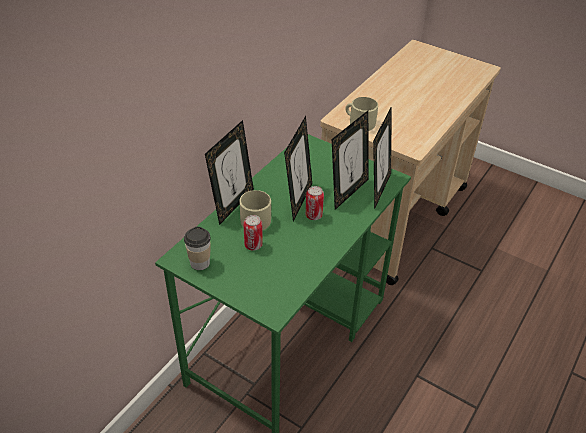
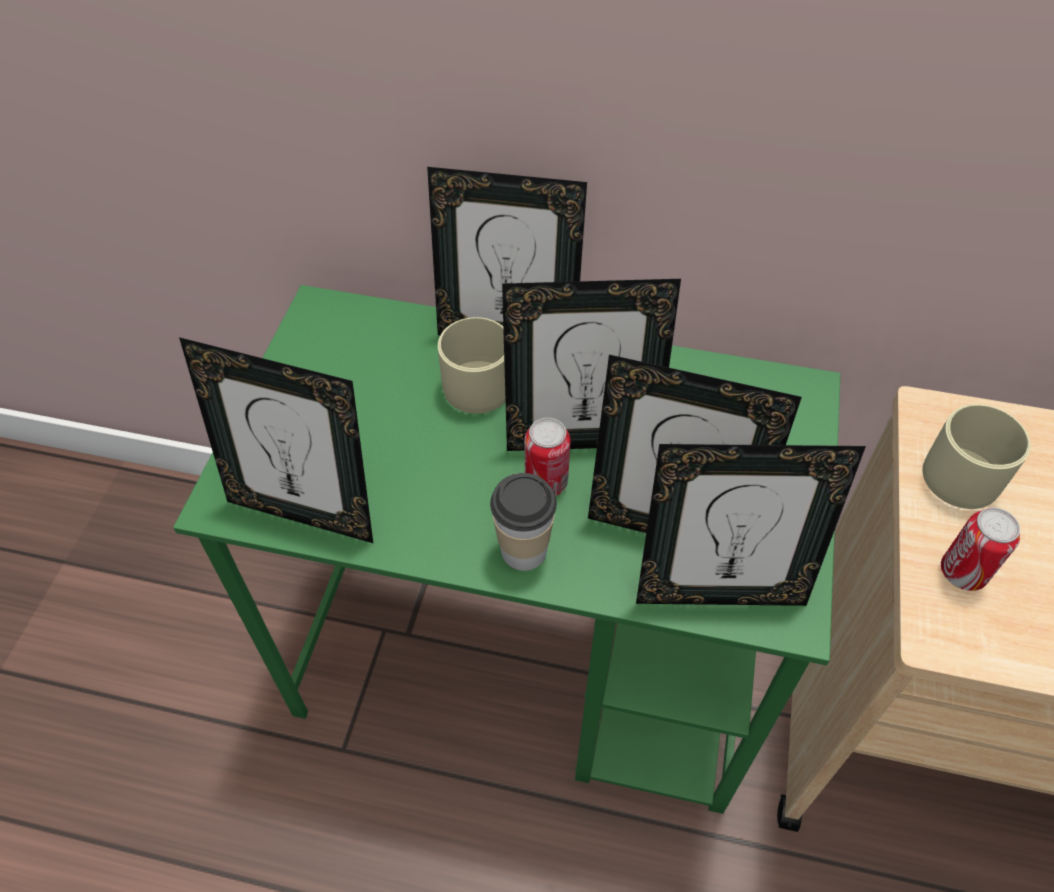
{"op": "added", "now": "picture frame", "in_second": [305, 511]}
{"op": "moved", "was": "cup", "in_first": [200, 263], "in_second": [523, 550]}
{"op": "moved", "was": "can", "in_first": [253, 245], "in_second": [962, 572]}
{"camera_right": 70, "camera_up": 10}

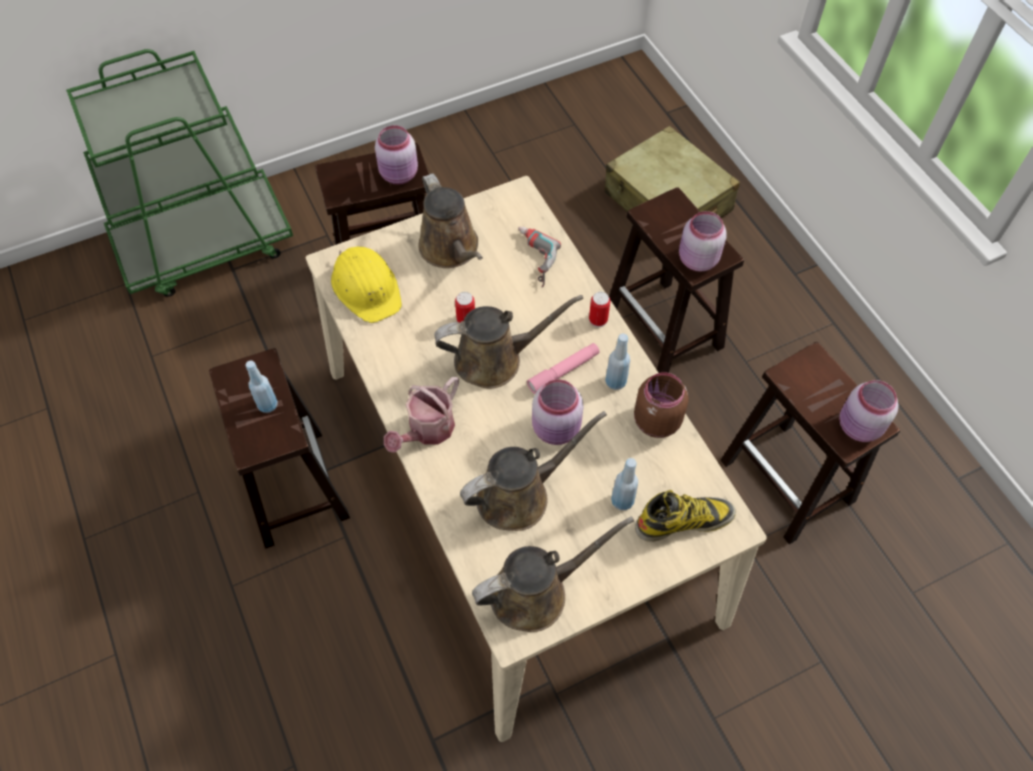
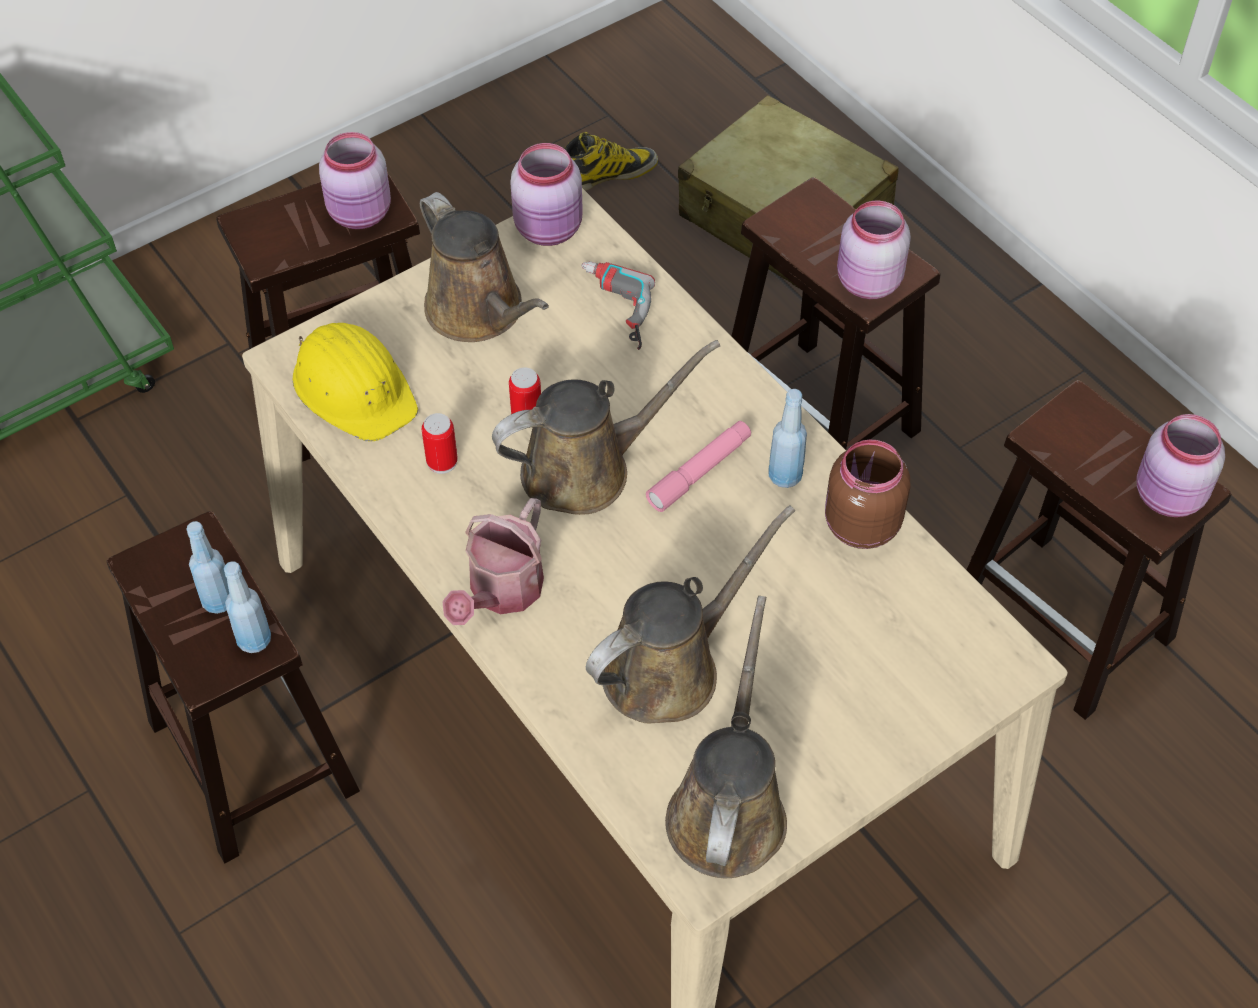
{"op": "moved", "was": "blue bottle", "in_first": [622, 501], "in_second": [254, 640]}
{"op": "moved", "was": "can", "in_first": [598, 320], "in_second": [442, 462]}
{"op": "moved", "was": "pink jar", "in_first": [557, 429], "in_second": [550, 229]}
{"op": "moved", "was": "boot", "in_first": [684, 520], "in_second": [608, 174]}
{"op": "turned", "was": "brown watering can", "in_first": [536, 592], "in_second": [728, 808], "clockwise": -45}
{"camera_right": -10, "camera_up": -5}

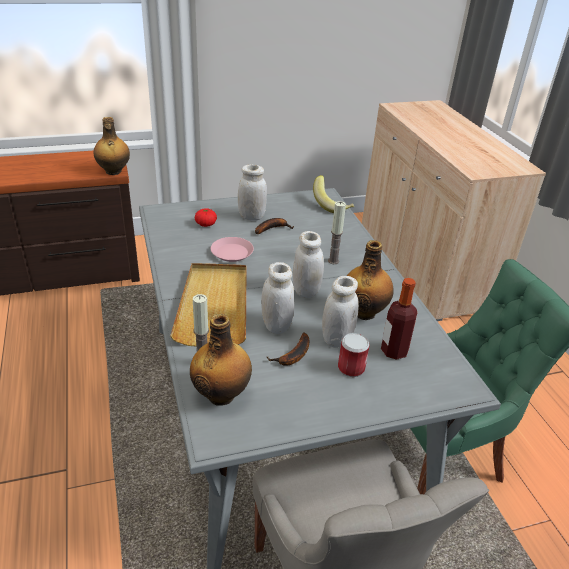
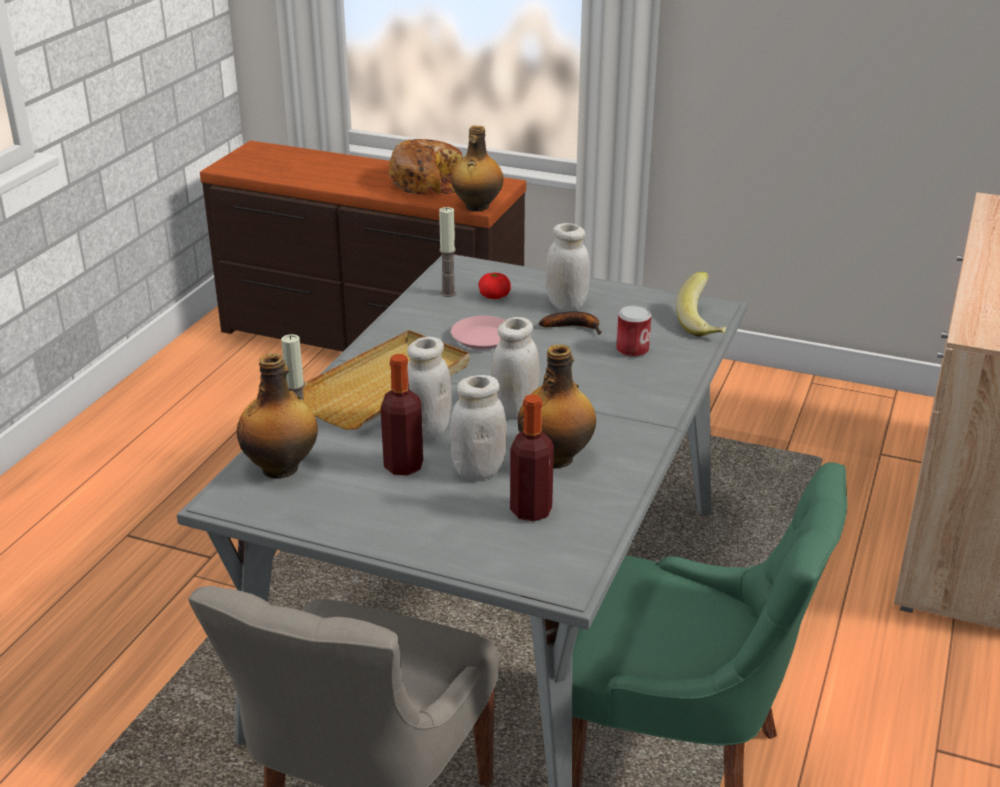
{"op": "replaced", "was": "banana", "now": "bottle", "in_first": [293, 356], "in_second": [403, 466]}
{"op": "added", "now": "bread", "in_second": [429, 182]}
{"op": "moved", "was": "candle", "in_first": [333, 261], "in_second": [448, 293]}
{"op": "moved", "was": "can", "in_first": [351, 368], "in_second": [632, 350]}
{"camera_right": 40, "camera_up": -5}

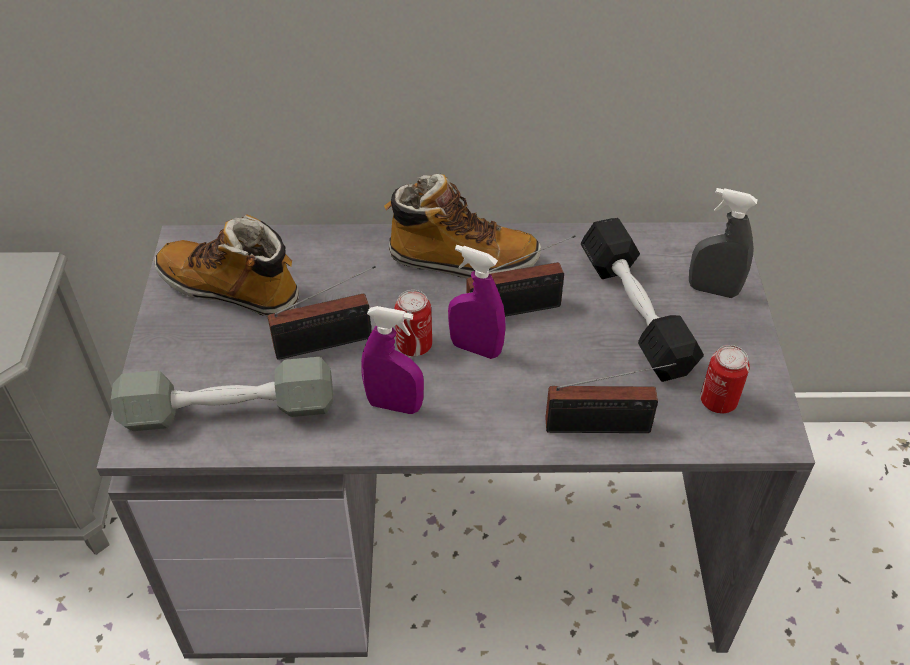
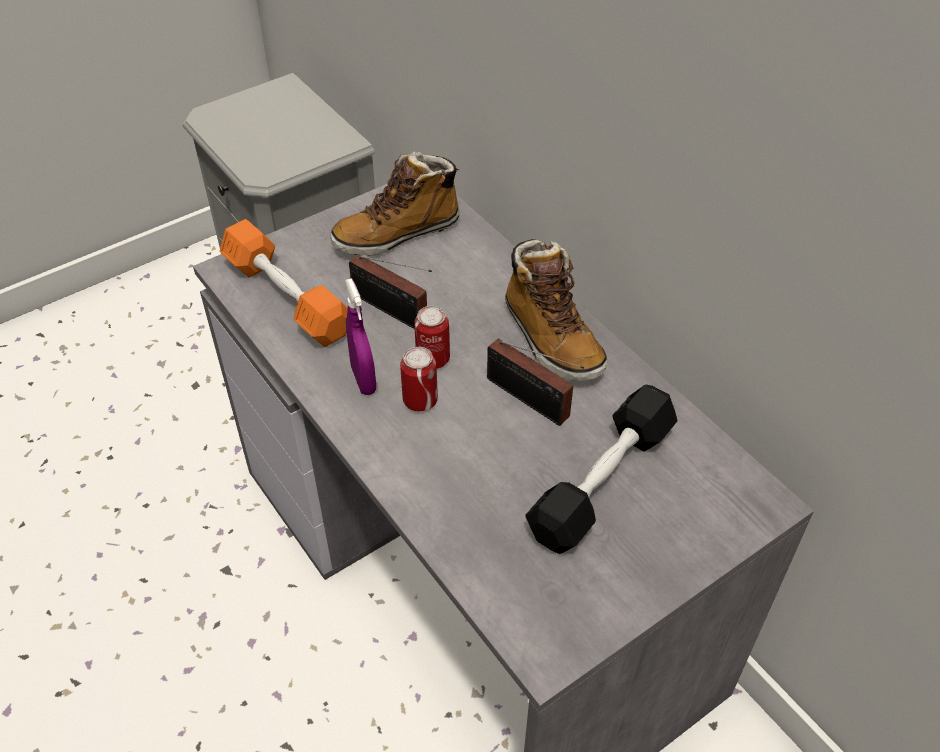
{"op": "recoloured", "was": "grey dumbbell", "now": "orange dumbbell", "in_first": [229, 411], "in_second": [287, 297]}
{"op": "turned", "was": "boot", "in_first": [231, 289], "in_second": [397, 233], "clockwise": -105}
{"op": "moved", "was": "can", "in_first": [718, 401], "in_second": [420, 400]}
{"op": "removed", "was": "purple spray bottle", "in_first": [475, 348]}
{"op": "removed", "was": "radio", "in_first": [603, 427]}
{"op": "removed", "was": "grey spray bottle", "in_first": [713, 290]}
{"camera_right": 55, "camera_up": 0}

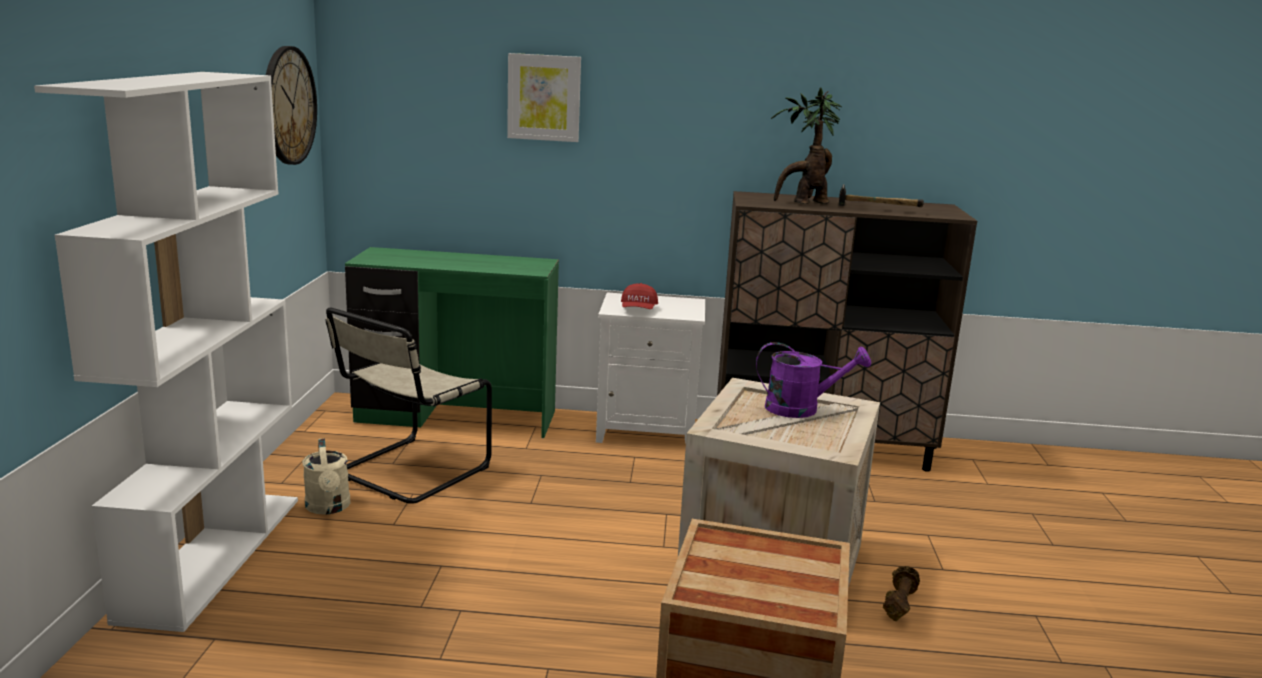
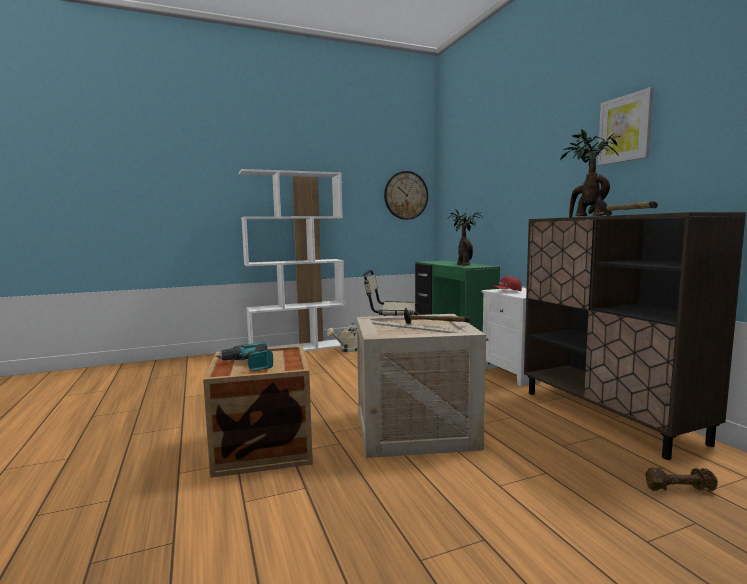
{"op": "added", "now": "power drill", "in_second": [248, 364]}
{"op": "replaced", "was": "purple watering can", "now": "hammer", "in_first": [801, 409], "in_second": [434, 325]}
{"op": "added", "now": "potted plant", "in_second": [463, 265]}
{"op": "moved", "was": "picture", "in_first": [544, 97], "in_second": [625, 129]}
{"op": "moved", "was": "brown dumbbell", "in_first": [899, 603], "in_second": [679, 489]}
{"camera_right": 65, "camera_up": -10}

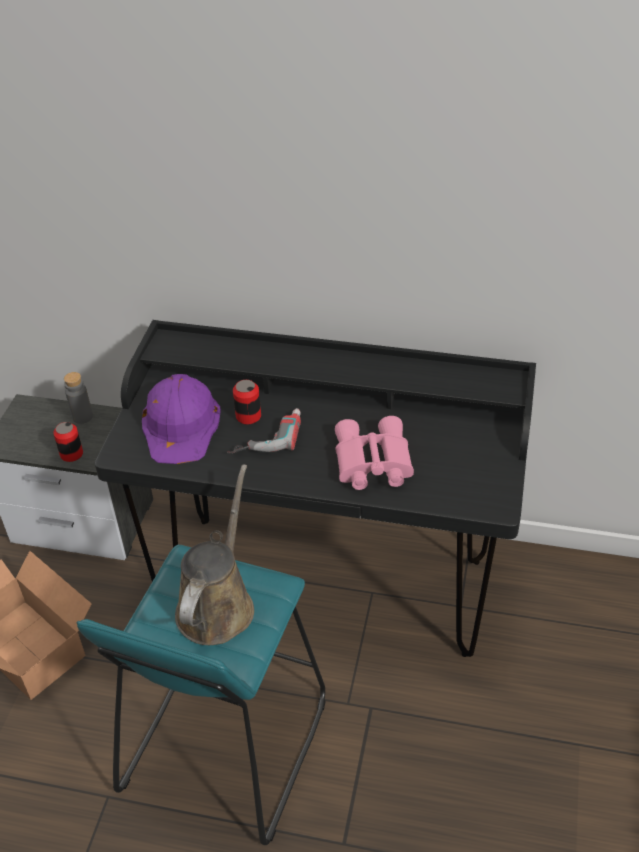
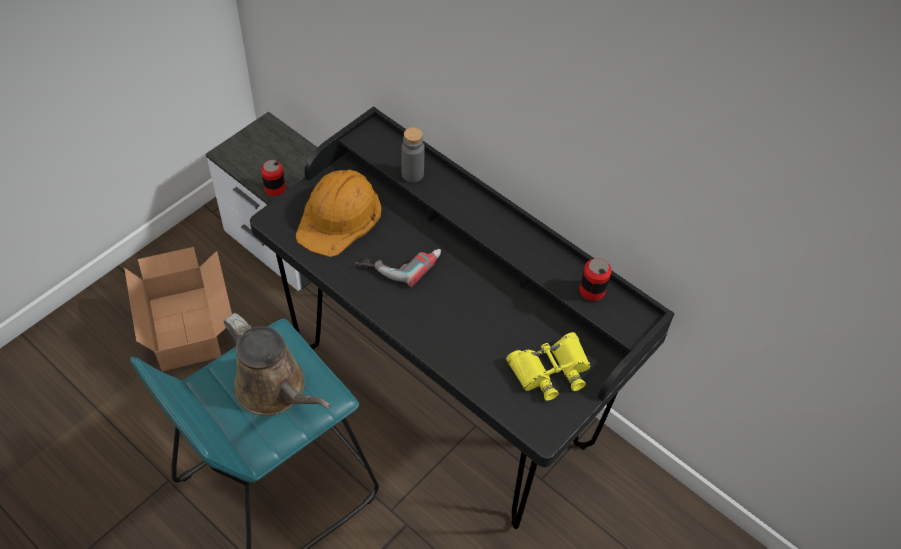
{"op": "turned", "was": "brown watering can", "in_first": [218, 604], "in_second": [275, 389], "clockwise": 90}
{"op": "recoloured", "was": "purple hard hat", "now": "orange hard hat", "in_first": [181, 425], "in_second": [339, 216]}
{"op": "moved", "was": "grey bottle", "in_first": [82, 417], "in_second": [412, 174]}
{"op": "added", "now": "yellow binoculars", "in_second": [550, 370]}
{"op": "moved", "was": "can", "in_first": [248, 416], "in_second": [592, 290]}
{"op": "removed", "was": "pink binoculars", "in_first": [371, 463]}
{"camera_right": 25, "camera_up": 10}

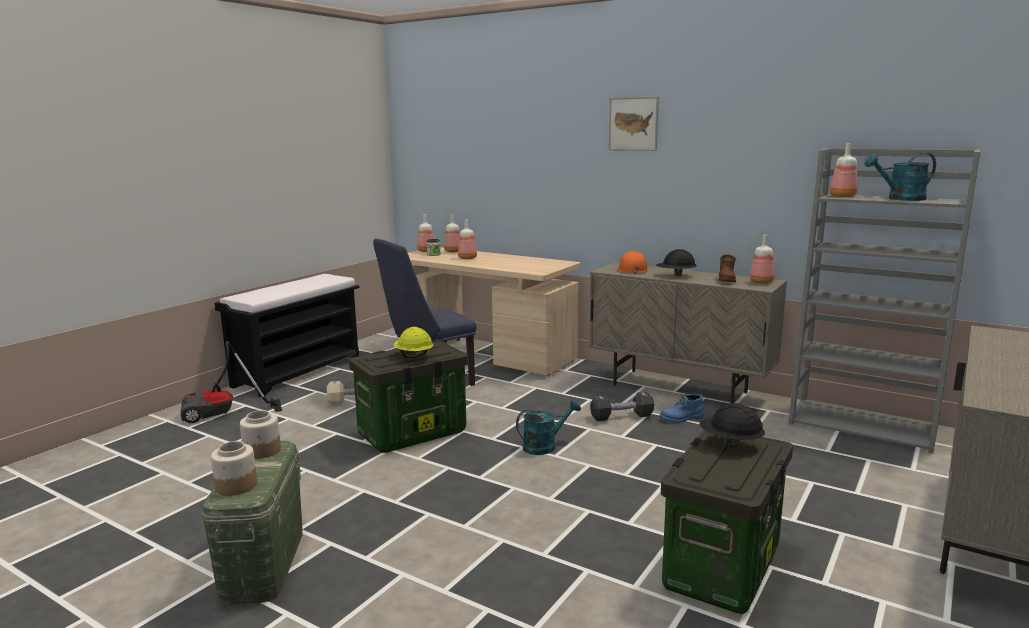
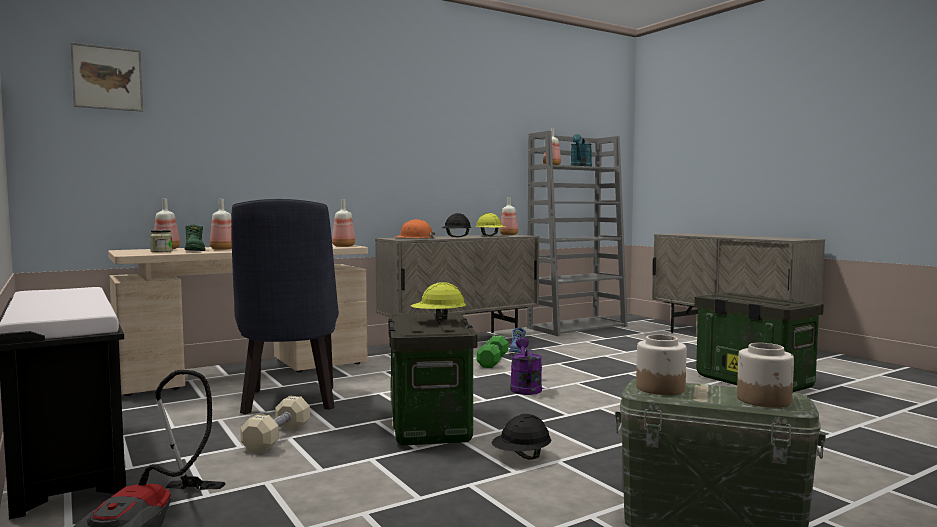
{"op": "moved", "was": "picture", "in_first": [633, 124], "in_second": [107, 78]}
{"op": "added", "now": "green boot", "in_second": [195, 250]}
{"op": "moved", "was": "bottle", "in_first": [426, 251], "in_second": [342, 246]}
{"op": "replaced", "was": "brown boot", "now": "yellow hard hat", "in_first": [727, 280], "in_second": [491, 235]}
{"op": "recoloured", "was": "black dumbbell", "now": "green dumbbell", "in_first": [621, 416], "in_second": [492, 361]}
{"op": "moved", "was": "black hard hat", "in_first": [730, 443], "in_second": [521, 457]}
{"op": "recoloured", "was": "turquoise watering can", "now": "purple watering can", "in_first": [545, 446], "in_second": [524, 388]}
{"camera_right": -65, "camera_up": -10}

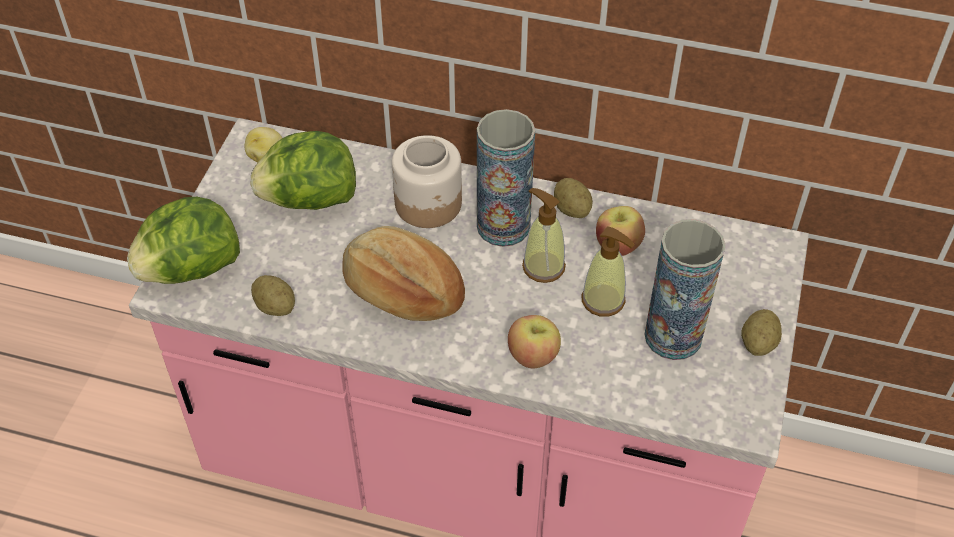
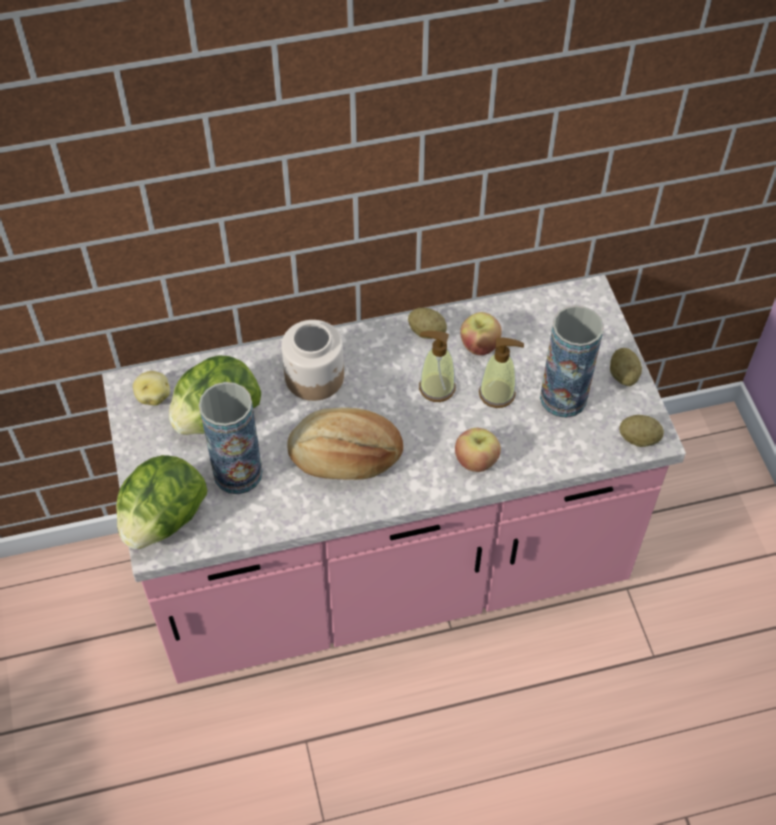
{"op": "moved", "was": "vase", "in_first": [503, 226], "in_second": [238, 473]}
{"op": "moved", "was": "potato", "in_first": [275, 307], "in_second": [638, 439]}
{"camera_right": -30, "camera_up": 5}

